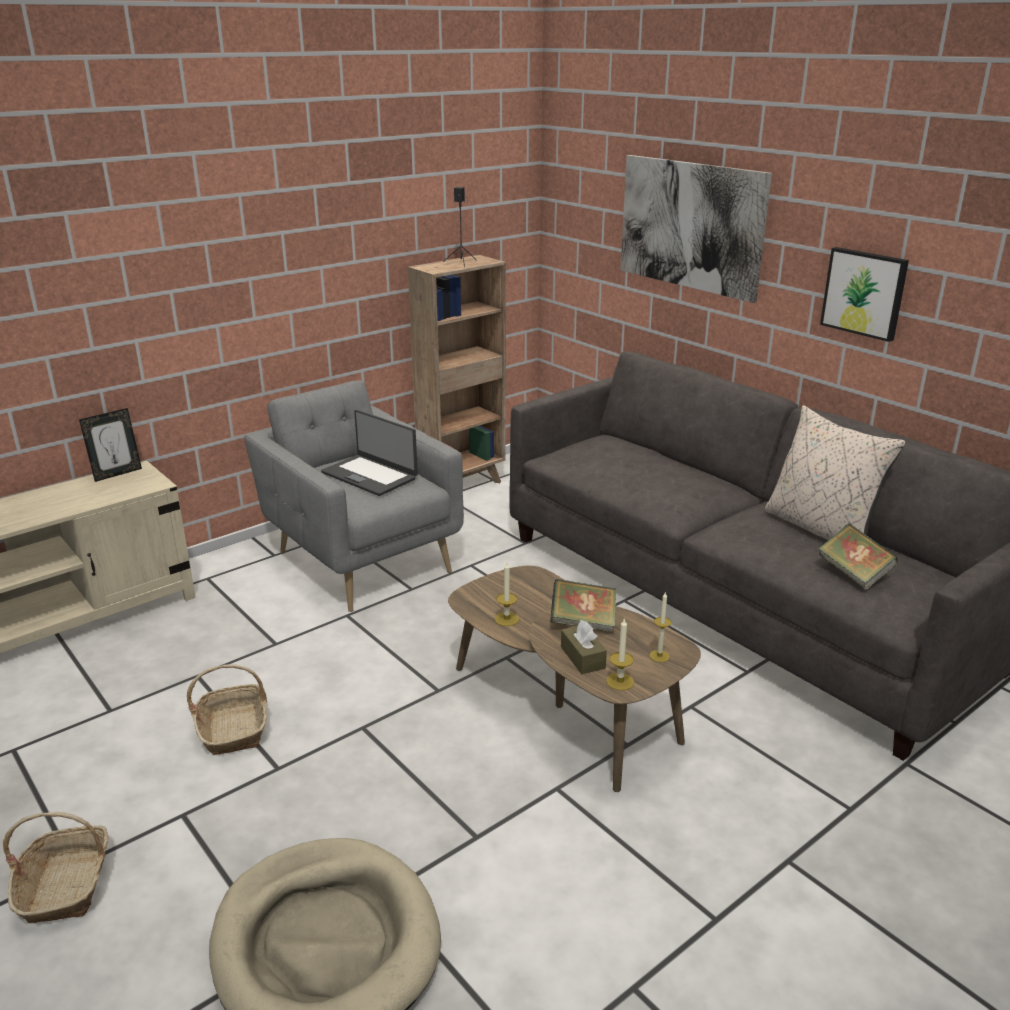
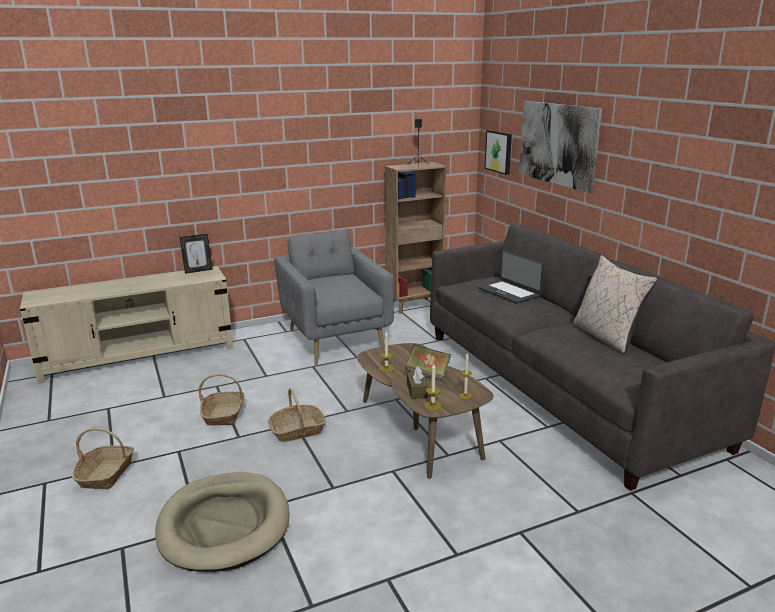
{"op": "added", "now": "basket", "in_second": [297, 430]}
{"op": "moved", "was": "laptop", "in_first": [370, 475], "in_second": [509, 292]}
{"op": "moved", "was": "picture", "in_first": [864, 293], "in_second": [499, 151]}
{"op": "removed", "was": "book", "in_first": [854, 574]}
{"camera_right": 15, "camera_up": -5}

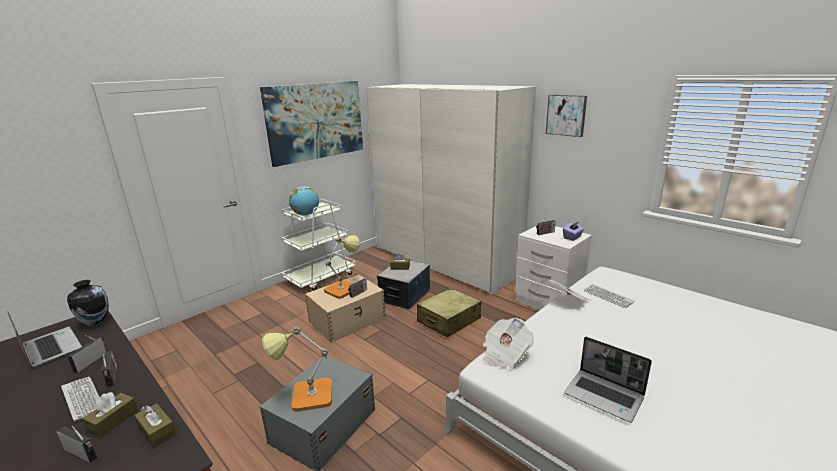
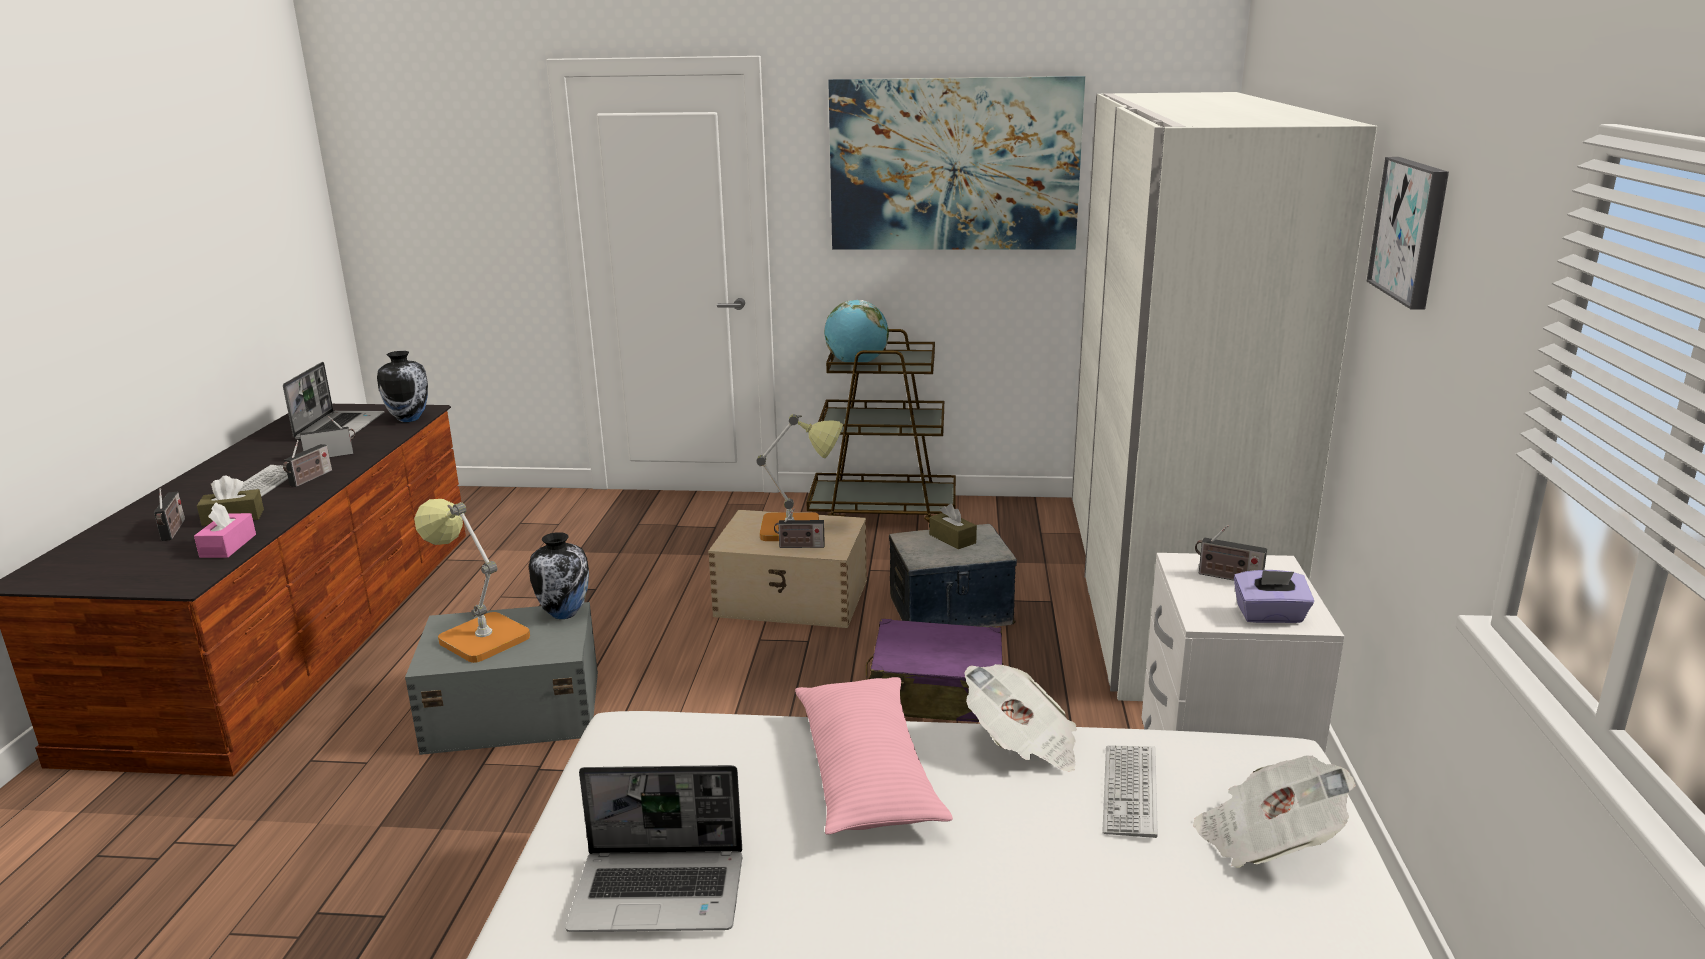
{"op": "recoloured", "was": "brown tissue box", "now": "pink tissue box", "in_first": [157, 431], "in_second": [228, 546]}
{"op": "added", "now": "vase", "in_second": [565, 613]}
{"op": "turned", "was": "laptop", "in_first": [605, 396], "in_second": [661, 892], "clockwise": -90}
{"op": "added", "now": "pink pillow", "in_second": [867, 772]}
{"op": "recoloured", "was": "white cart", "now": "brown cart", "in_first": [321, 277], "in_second": [883, 512]}
{"op": "recoloured", "was": "beige suitcase", "now": "purple suitcase", "in_first": [448, 320], "in_second": [936, 693]}
{"op": "moved", "was": "newspaper", "in_first": [504, 355], "in_second": [1267, 840]}
{"camera_right": 50, "camera_up": 0}

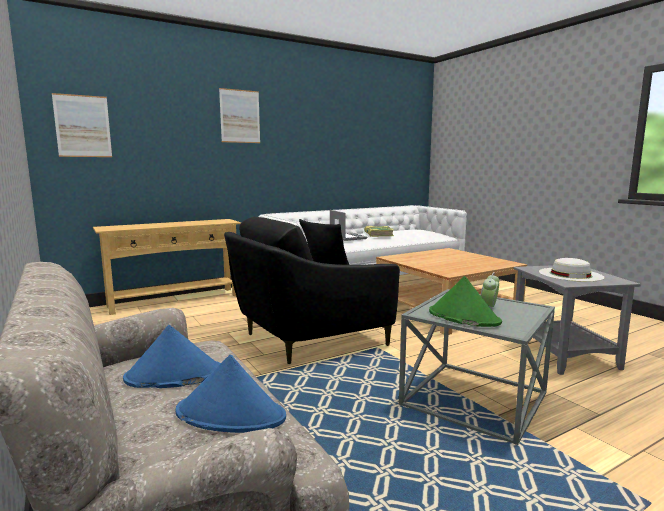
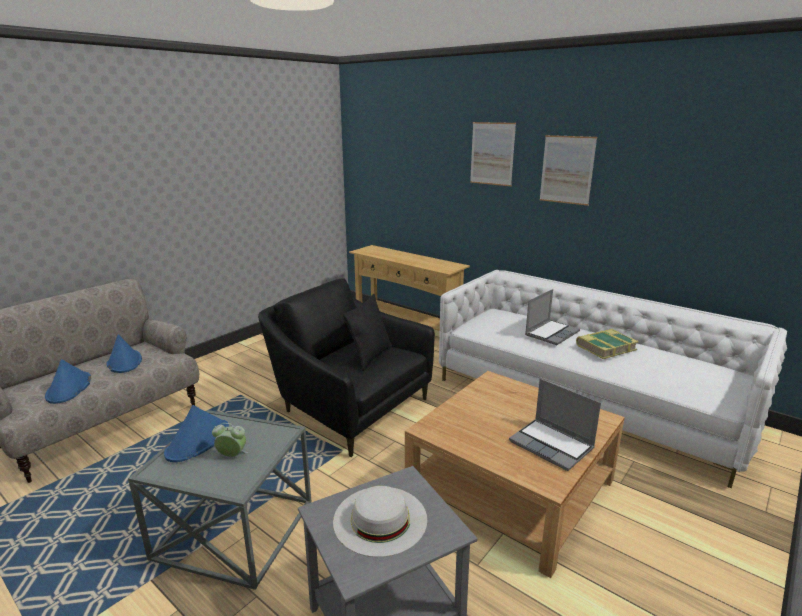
{"op": "recoloured", "was": "green hat", "now": "blue hat", "in_first": [463, 317], "in_second": [198, 441]}
{"op": "added", "now": "laptop", "in_second": [552, 445]}
{"op": "moved", "was": "picture", "in_first": [83, 126], "in_second": [567, 170]}
{"camera_right": 70, "camera_up": 10}

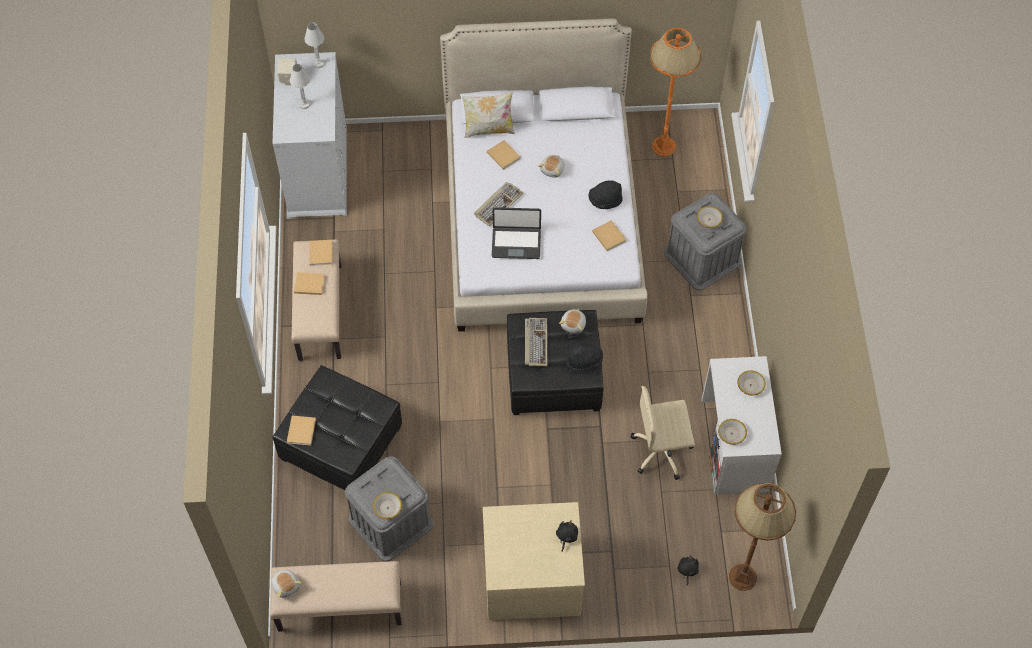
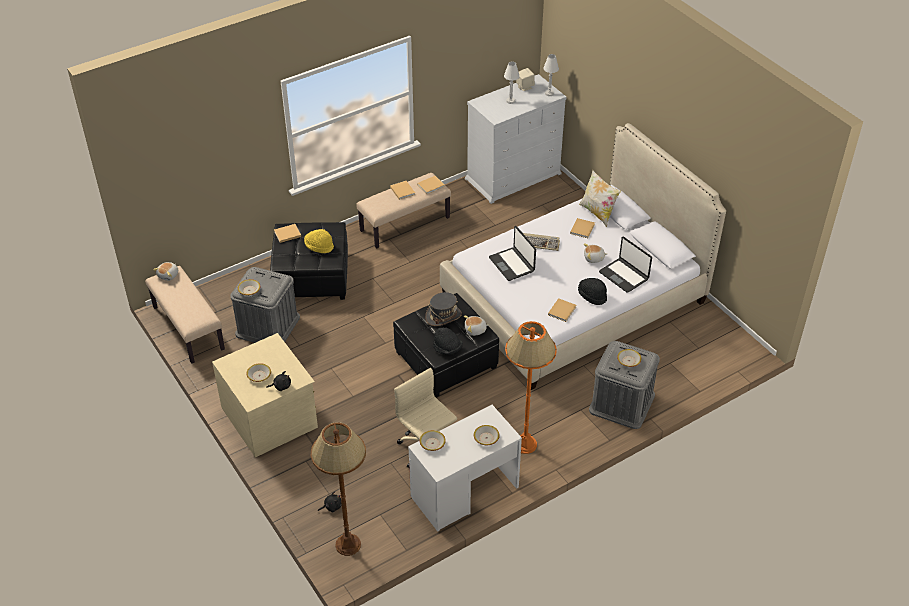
{"op": "added", "now": "bowl", "in_second": [259, 376]}
{"op": "added", "now": "yellow hat", "in_second": [319, 247]}
{"op": "replaced", "was": "keyboard", "now": "grey hat", "in_first": [535, 342], "in_second": [443, 316]}
{"op": "moved", "was": "orange floor lamp", "in_first": [663, 146], "in_second": [524, 444]}
{"op": "added", "now": "laptop", "in_second": [624, 275]}
{"camera_right": 60, "camera_up": -15}

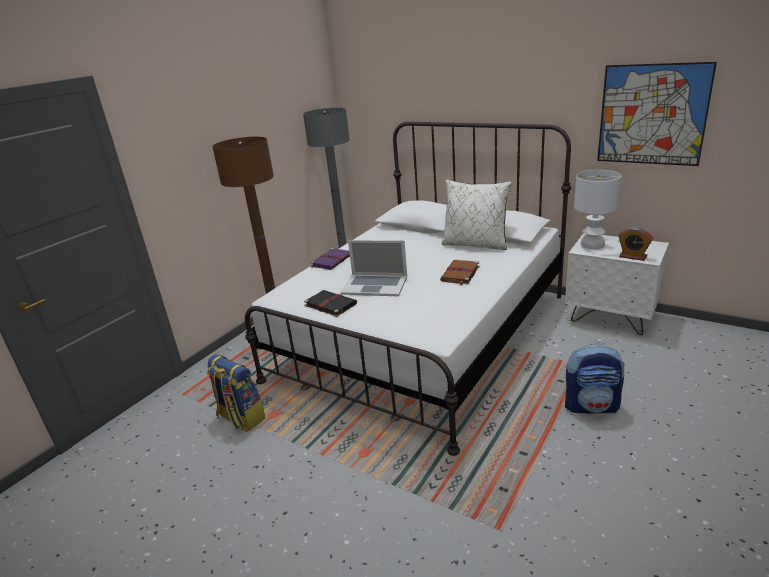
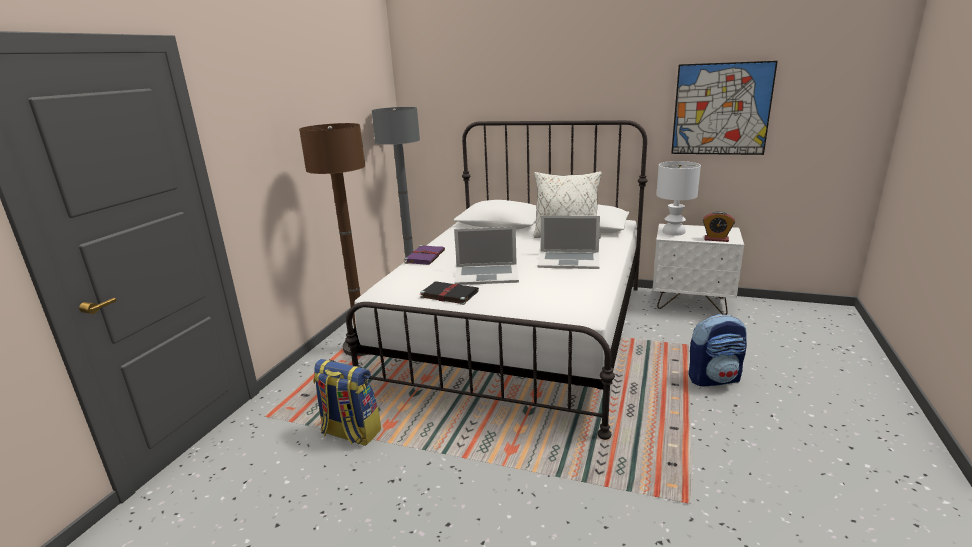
{"op": "replaced", "was": "brown book", "now": "laptop", "in_first": [460, 274], "in_second": [569, 260]}
{"camera_right": -15, "camera_up": -5}

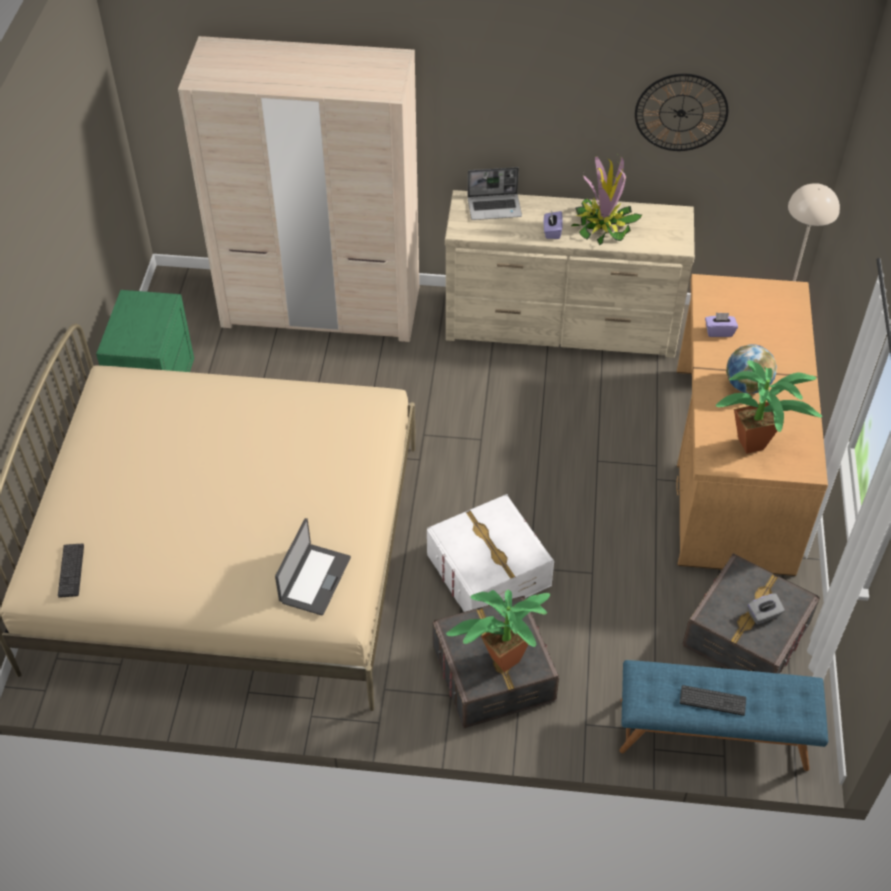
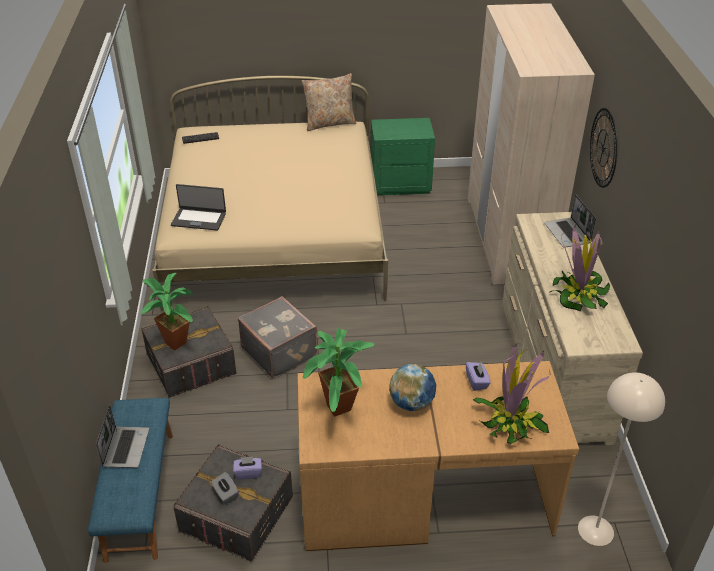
{"op": "replaced", "was": "keyboard", "now": "laptop", "in_first": [712, 700], "in_second": [125, 447]}
{"op": "moved", "was": "purple tissue box", "in_first": [552, 231], "in_second": [248, 473]}
{"op": "replaced", "was": "white storage box", "now": "grey suitcase", "in_first": [488, 571], "in_second": [280, 351]}
{"op": "added", "now": "beige pillow", "in_second": [329, 123]}
{"op": "added", "now": "potted plant", "in_second": [510, 423]}
{"op": "moved", "was": "wall clock", "in_first": [681, 113], "in_second": [603, 148]}
{"camera_right": 80, "camera_up": -10}

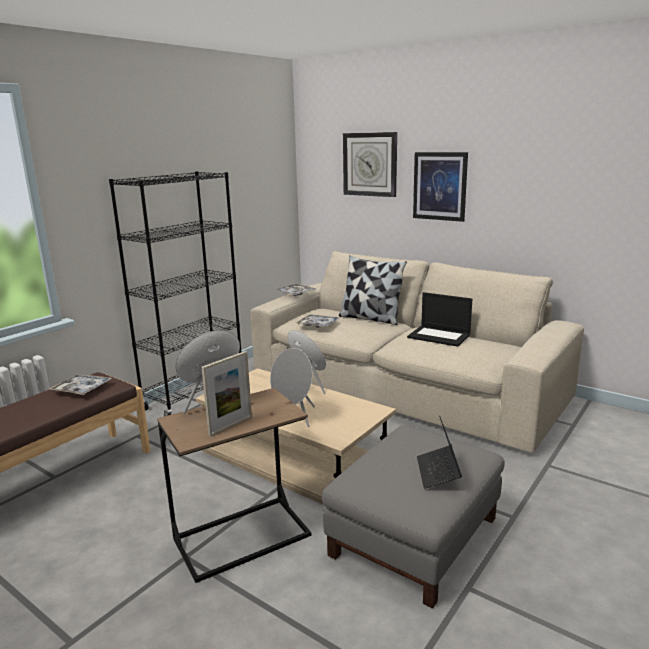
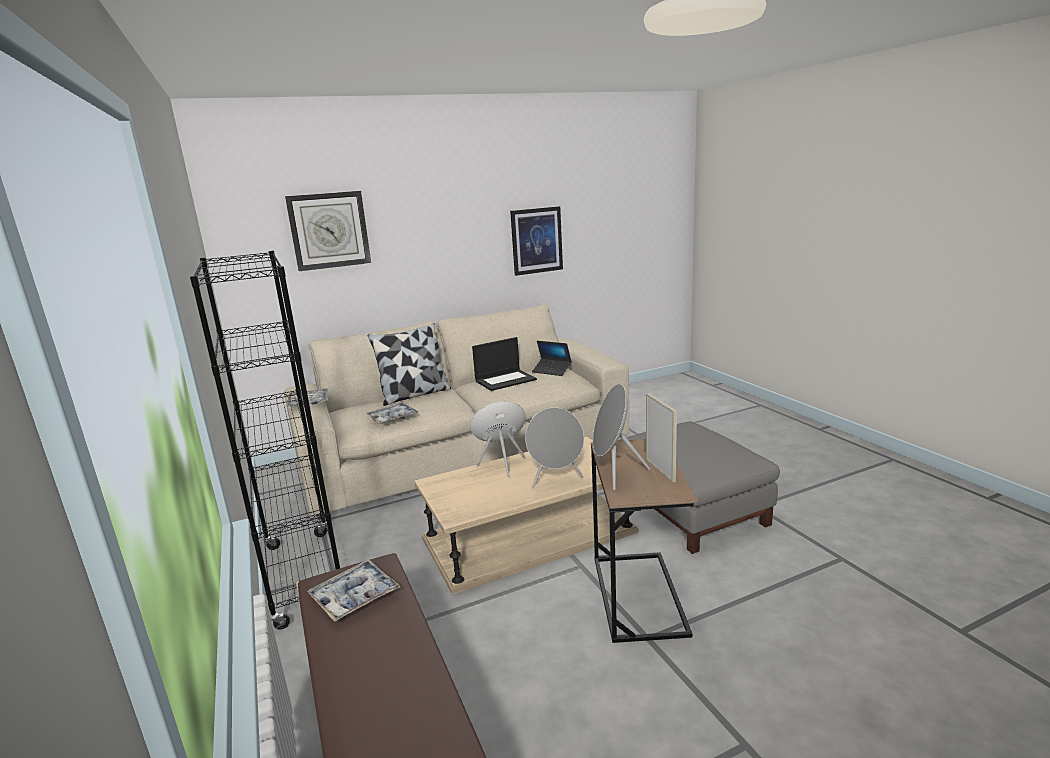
{"op": "moved", "was": "picture", "in_first": [440, 186], "in_second": [536, 240]}
{"op": "moved", "was": "laptop", "in_first": [438, 472], "in_second": [552, 371]}
{"camera_right": -60, "camera_up": 0}

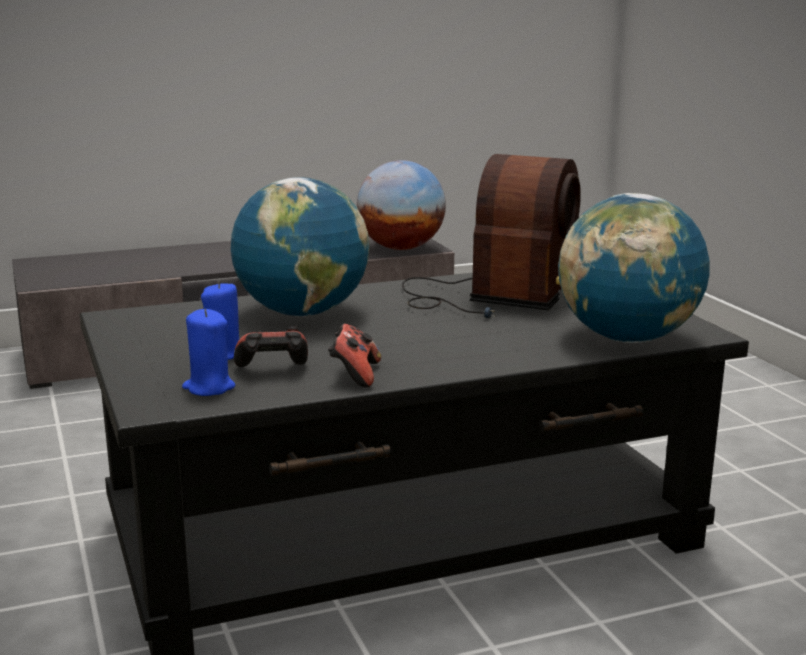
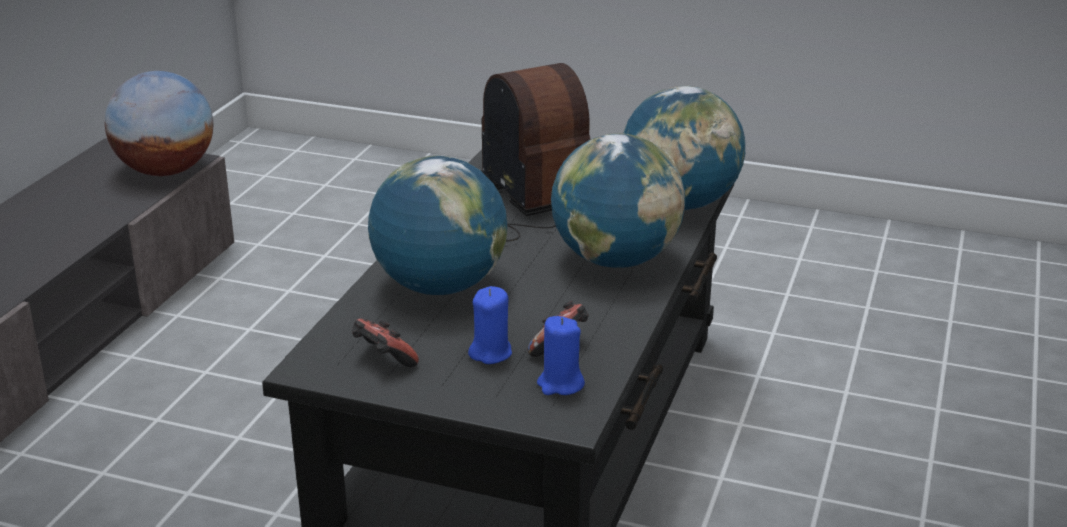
{"op": "moved", "was": "game controller", "in_first": [355, 375], "in_second": [383, 360]}
{"op": "added", "now": "globe", "in_second": [615, 260]}
{"camera_right": -50, "camera_up": 10}

